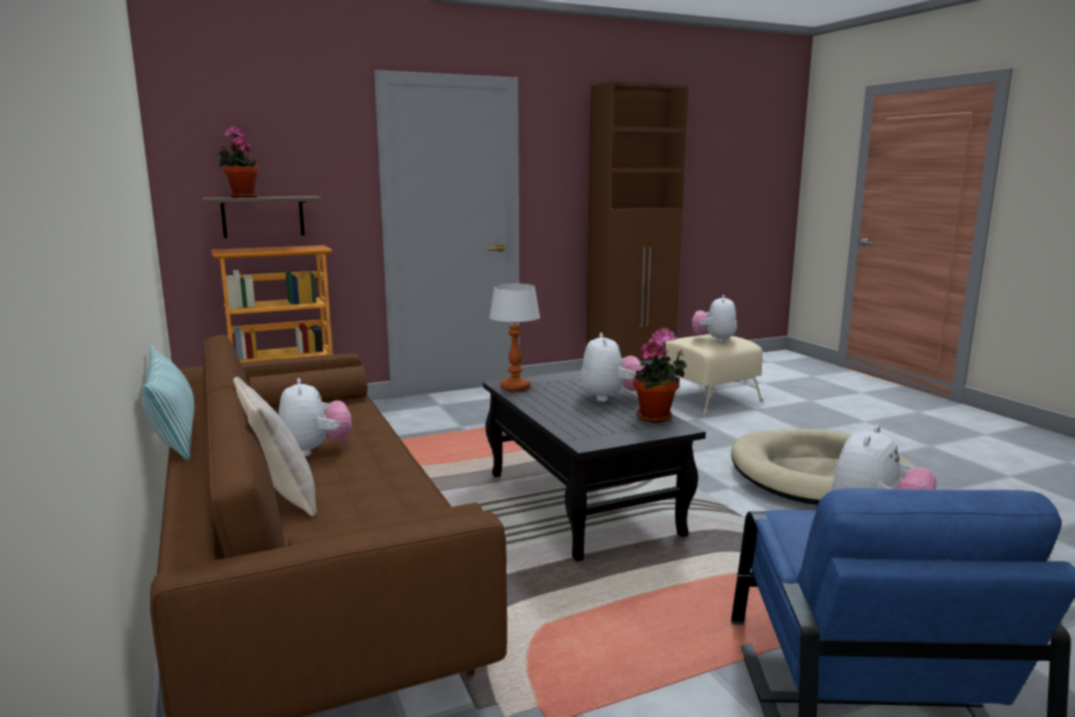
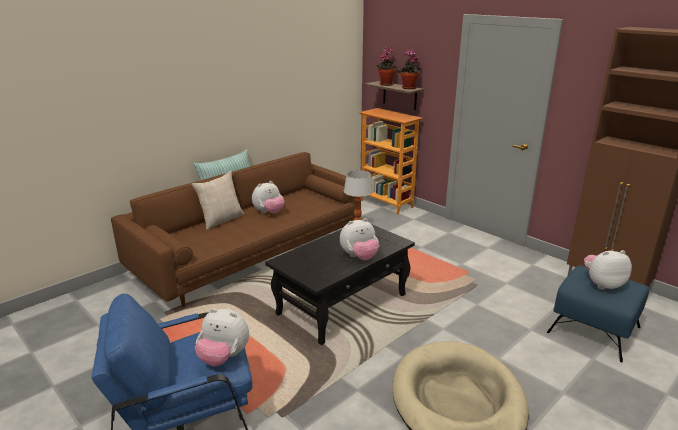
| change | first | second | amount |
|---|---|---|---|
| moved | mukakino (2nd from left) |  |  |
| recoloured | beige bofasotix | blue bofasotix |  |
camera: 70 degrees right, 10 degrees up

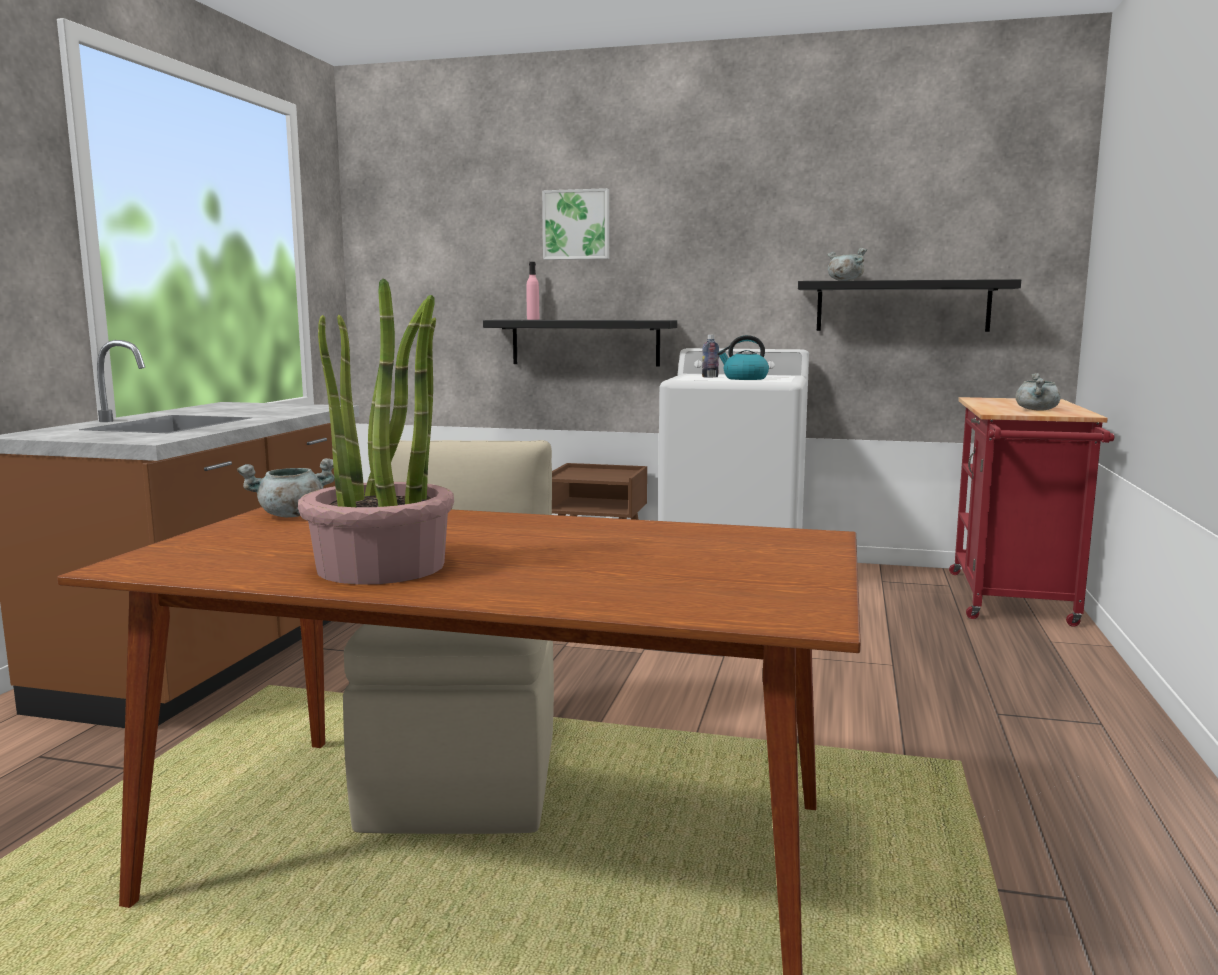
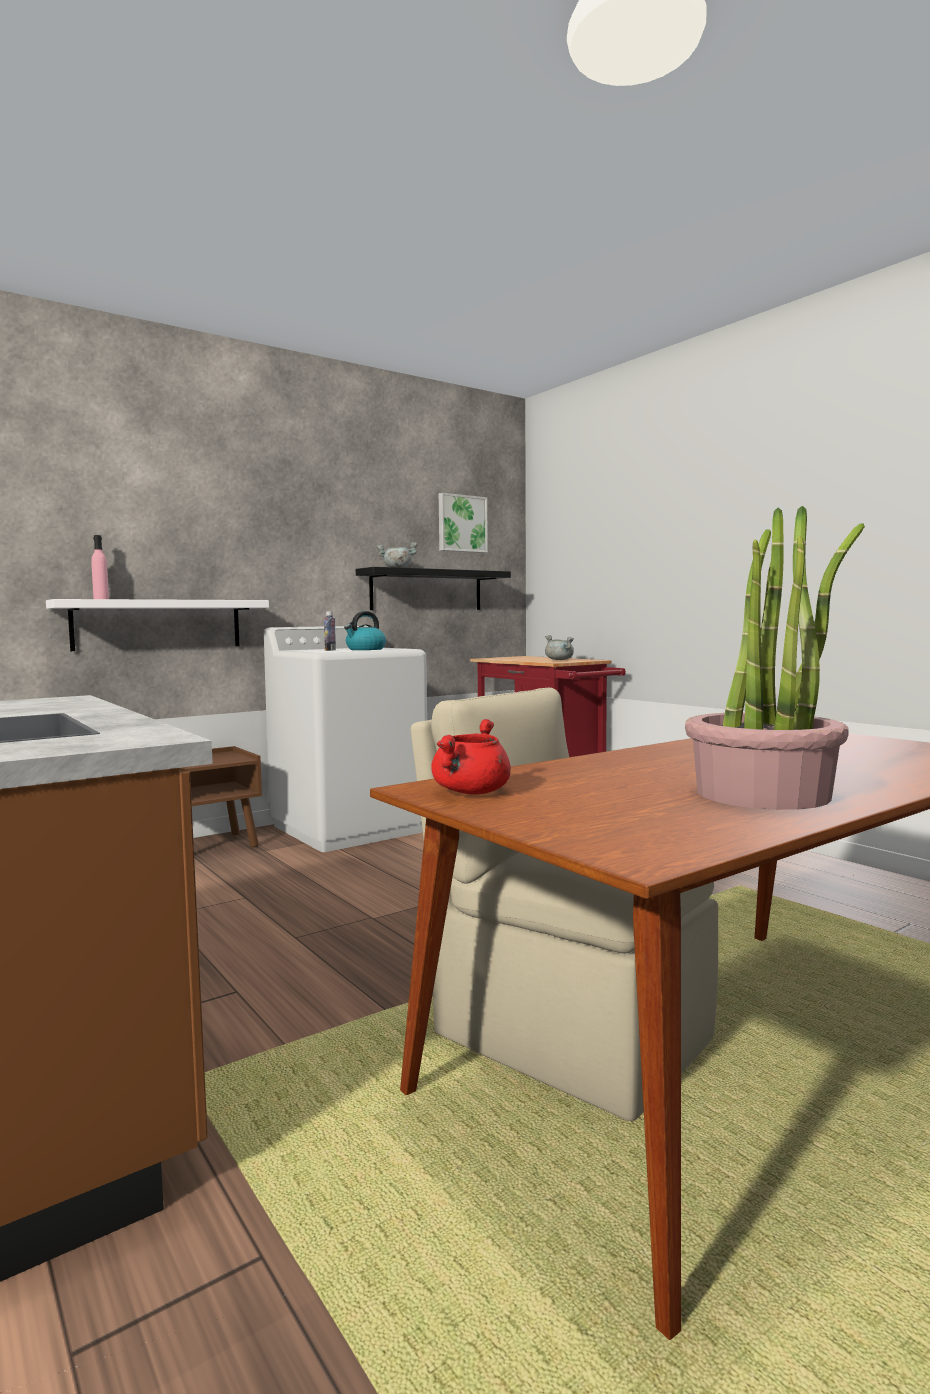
| change | first | second | amount |
|---|---|---|---|
| recoloured | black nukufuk (1st from left) | white nukufuk |  |
| recoloured | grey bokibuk (1st from left) | red bokibuk |  |
| moved | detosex |  |  |
camera: 50 degrees left, 5 degrees down

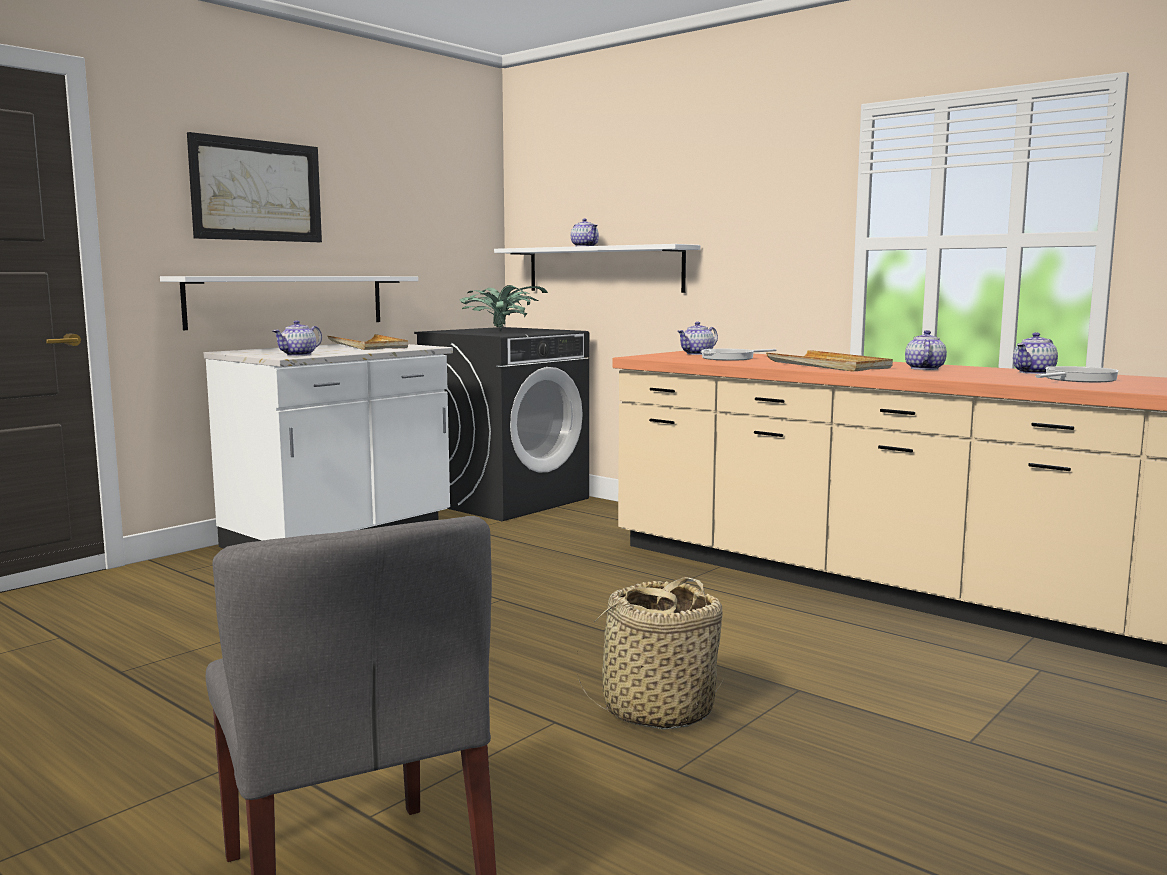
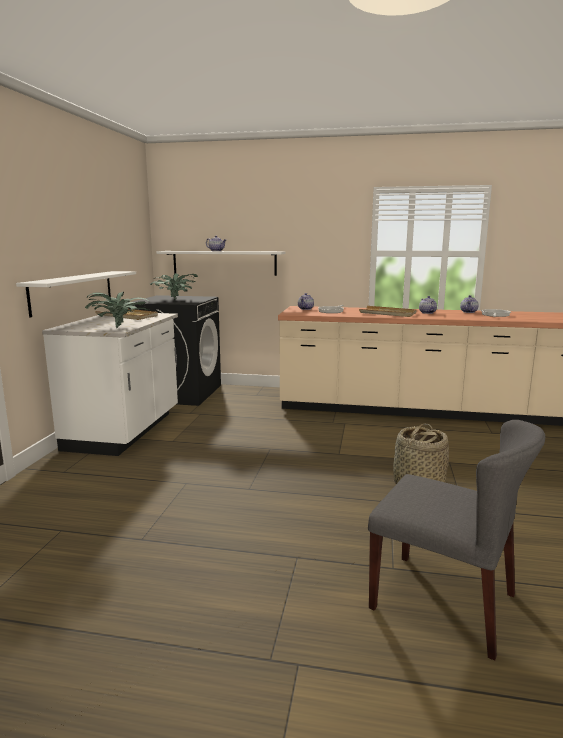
| change | first | second | amount |
|---|---|---|---|
| replaced | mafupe (1st from left) | mukakino (1st from left) |  |
| removed | detosex |  |  |
camera: 30 degrees left, 5 degrees up

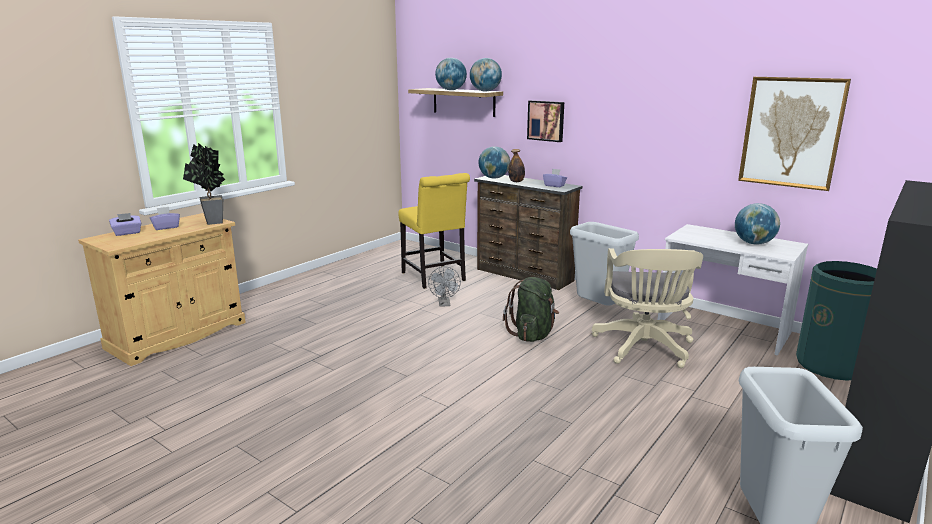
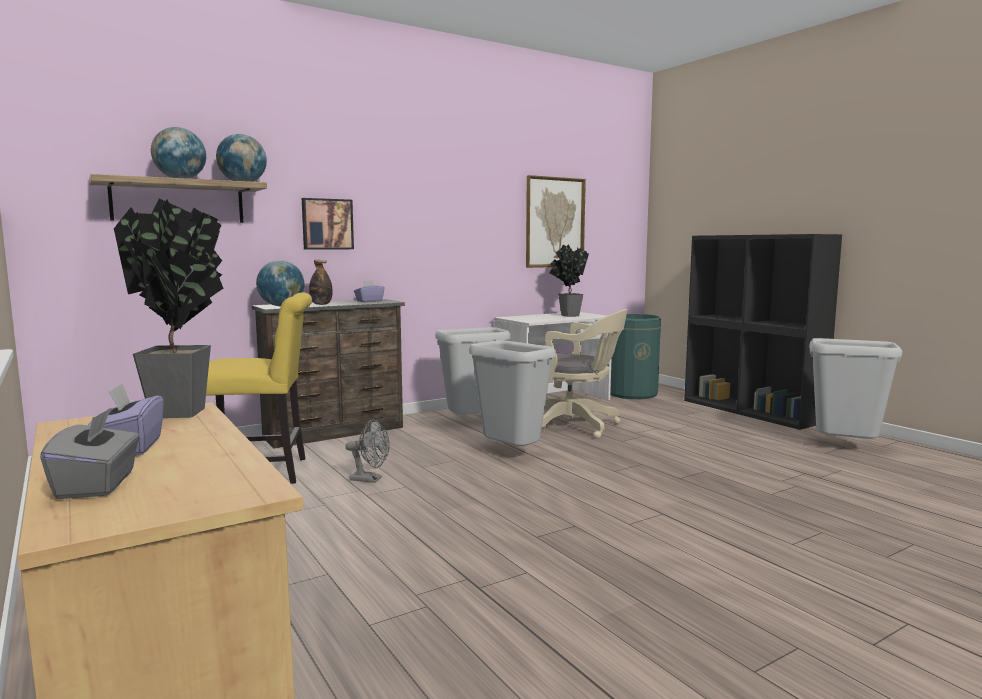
| change | first | second | amount |
|---|---|---|---|
| recoloured | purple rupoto (1st from left) | grey rupoto |  |
| replaced | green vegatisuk | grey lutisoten (2nd from left) |  |
| replaced | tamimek (4th from left) | mukakino (2nd from left) |  |
camera: 70 degrees left, 10 degrees down

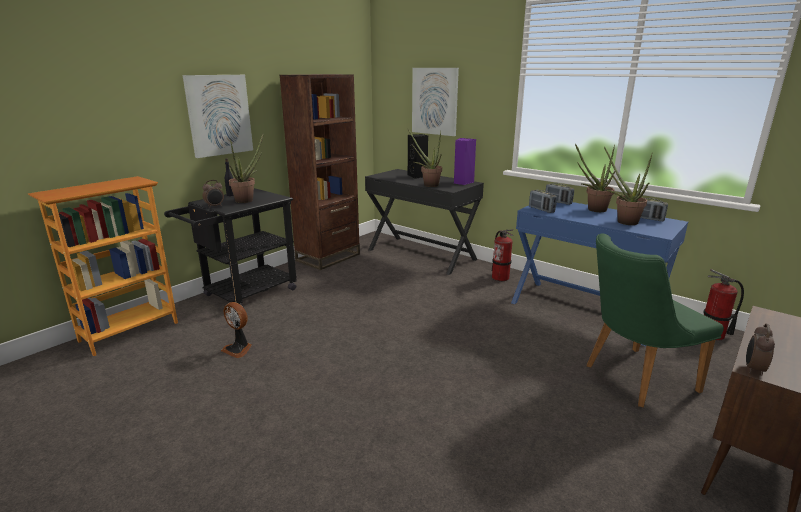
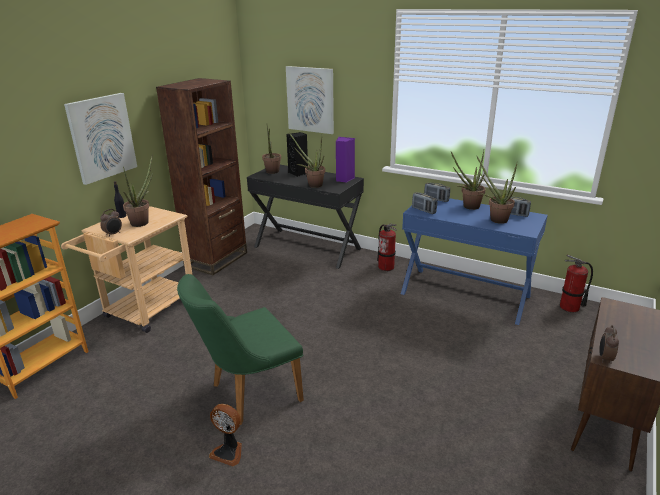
| change | first | second | amount |
|---|---|---|---|
| recoloured | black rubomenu | beige rubomenu |  |
| moved | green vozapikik |  |  |
| moved | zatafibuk |  |  |
| added |  | mukakino (2nd from left) |  |
camera: 10 degrees left, 5 degrees up

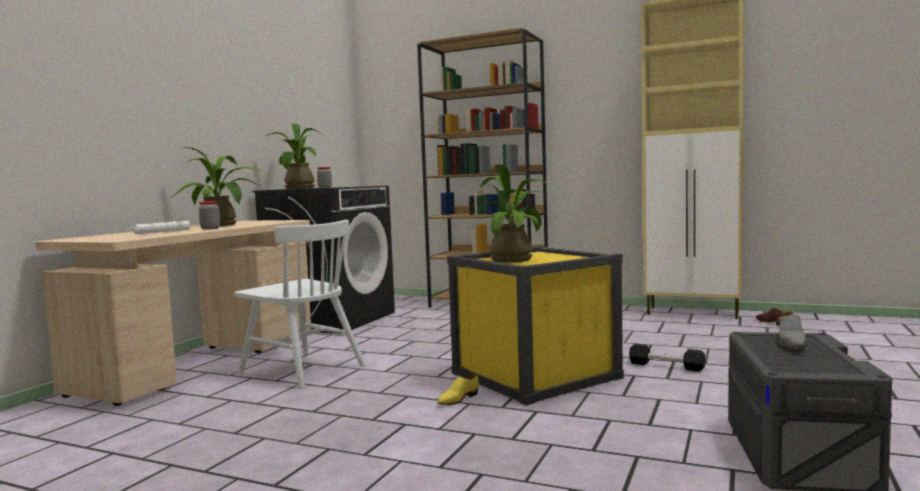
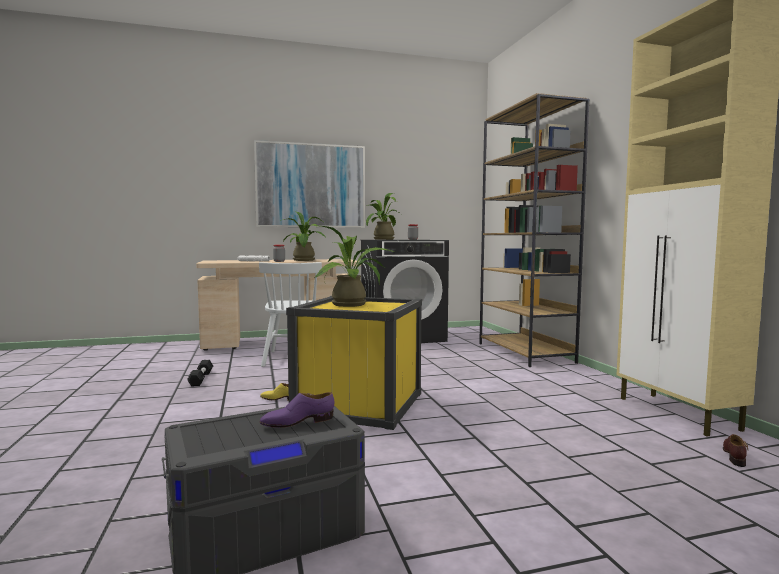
| change | first | second | amount |
|---|---|---|---|
| moved | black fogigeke |  |  |
| added |  | detosex |  |
| recoloured | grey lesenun | purple lesenun |  |
camera: 50 degrees right, 0 degrees up

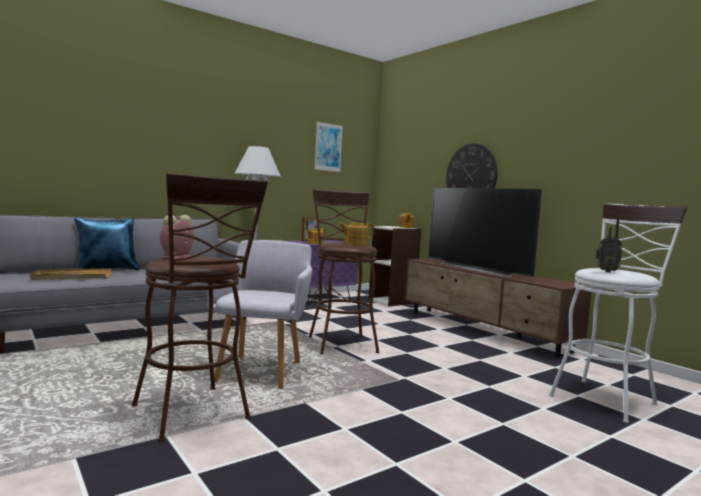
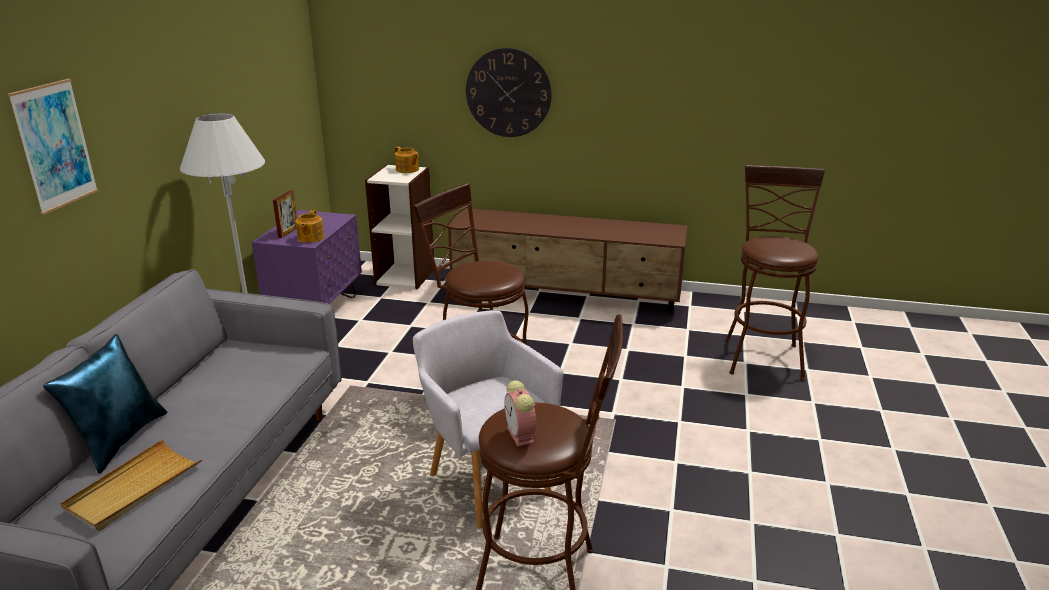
| change | first | second | amount |
|---|---|---|---|
| moved | detosex |  |  |
| recoloured | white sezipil | brown sezipil (3rd from left) |  |
| removed | mafupe (2nd from left) |  |  |
| removed | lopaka |  |  |
| removed | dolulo |  |  |
camera: 40 degrees left, 20 degrees up

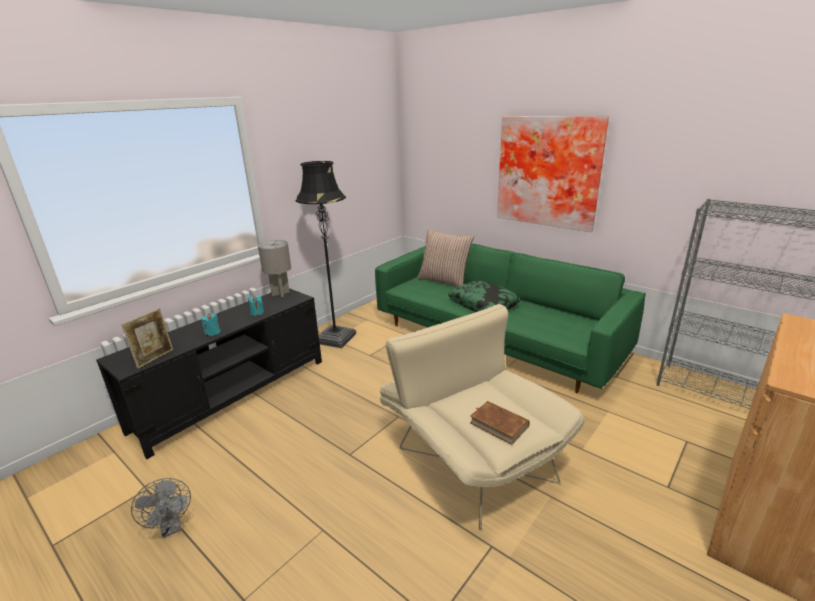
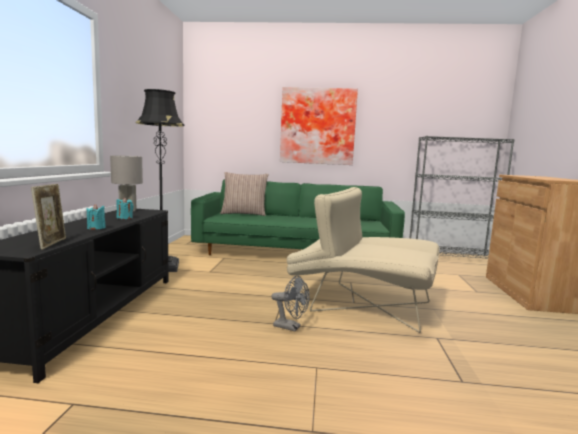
| change | first | second | amount |
|---|---|---|---|
| moved | grey zatafibuk |  |  |
| removed | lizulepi (2nd from left) |  |  |
| removed | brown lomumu |  |  |
camera: 35 degrees left, 15 degrees down

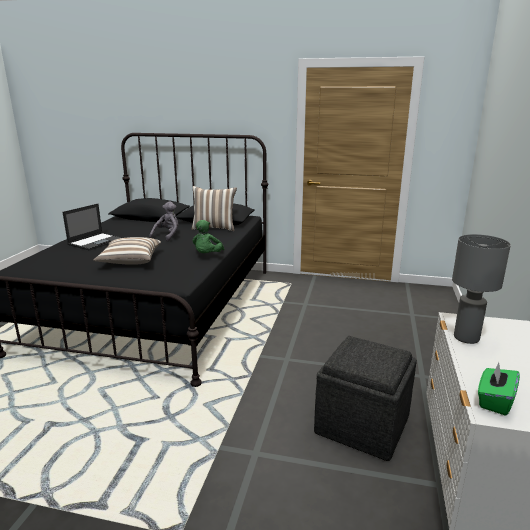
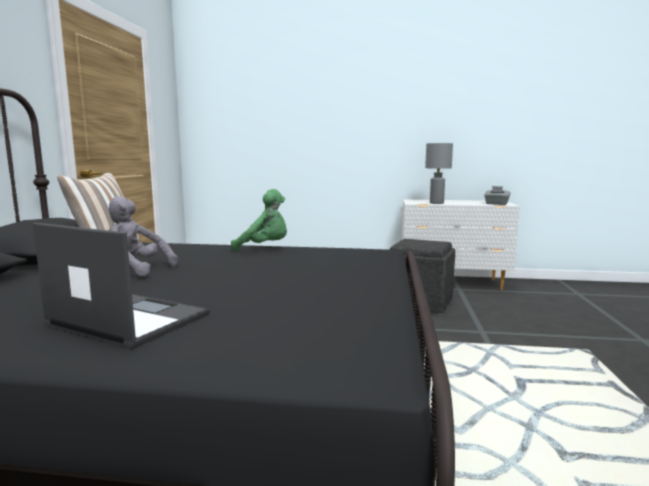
| change | first | second | amount |
|---|---|---|---|
| recoloured | green rupoto | grey rupoto |  |
| removed | lizulepi (1st from left) |  |  |
camera: 95 degrees left, 10 degrees down

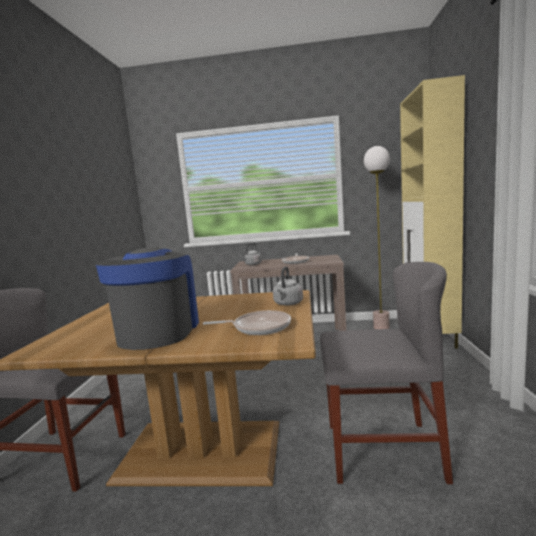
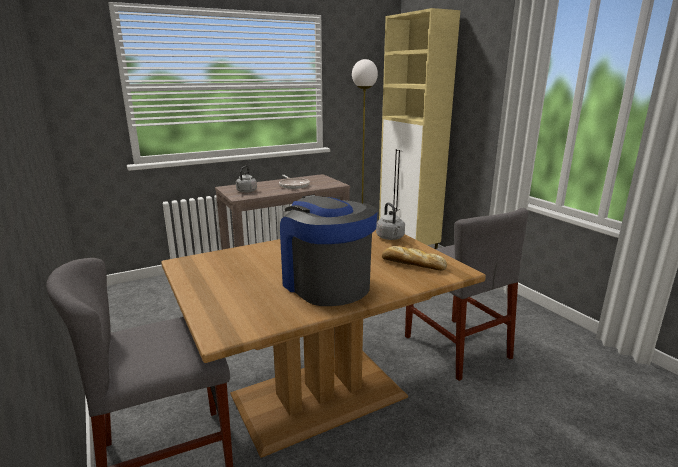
| change | first | second | amount |
|---|---|---|---|
| replaced | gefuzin (1st from left) | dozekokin |  |
| turned | grey vozapikik (2nd from left) |  | 90 degrees clockwise |
camera: 35 degrees left, 10 degrees up

